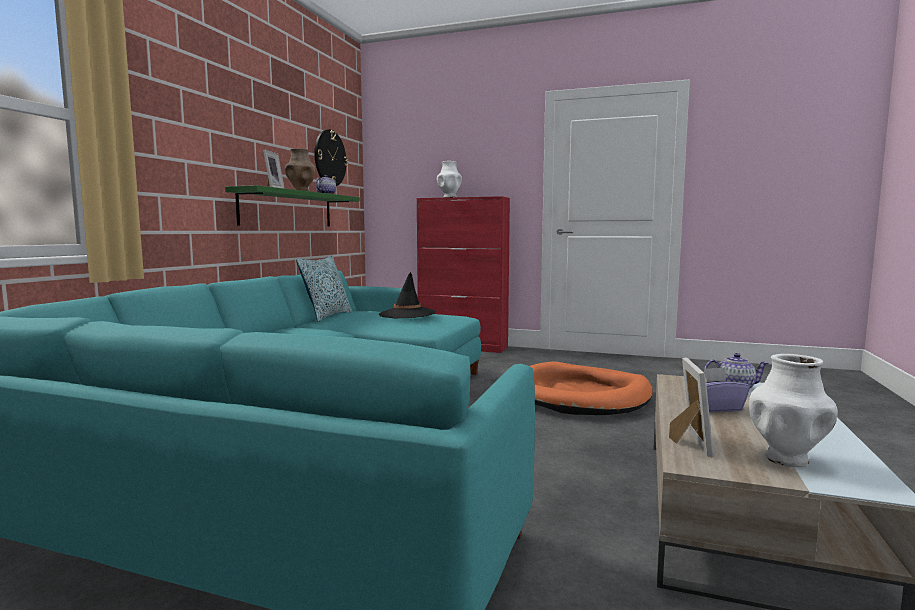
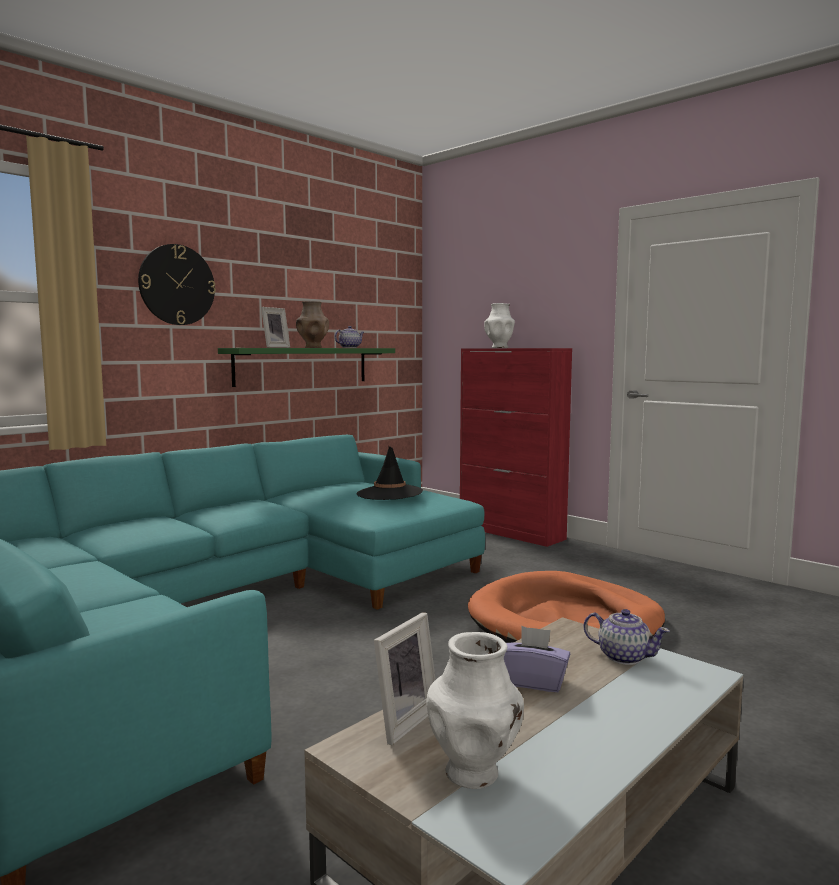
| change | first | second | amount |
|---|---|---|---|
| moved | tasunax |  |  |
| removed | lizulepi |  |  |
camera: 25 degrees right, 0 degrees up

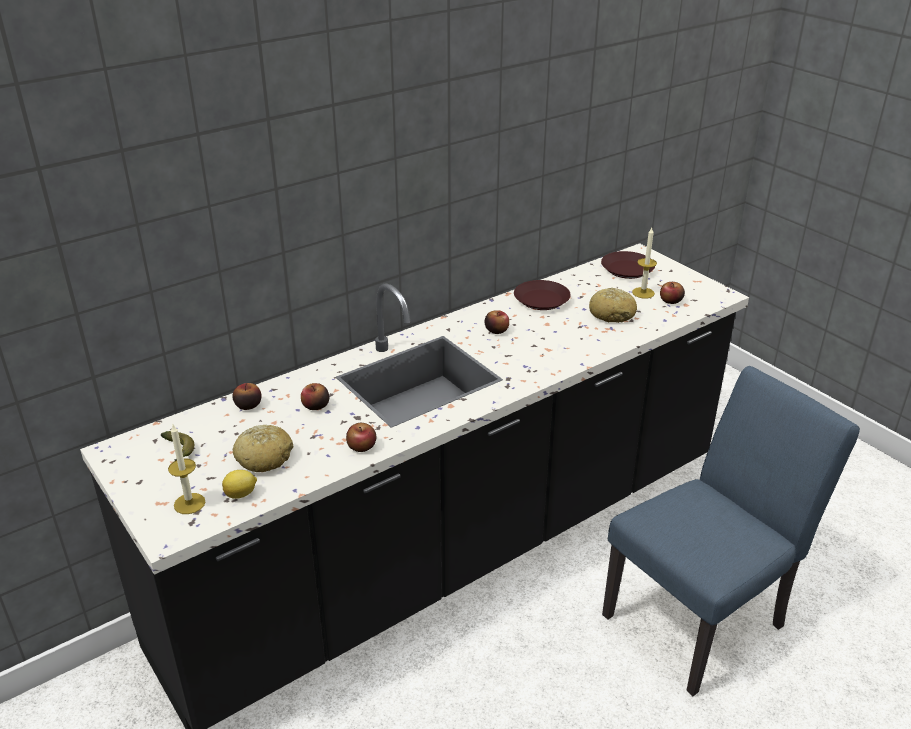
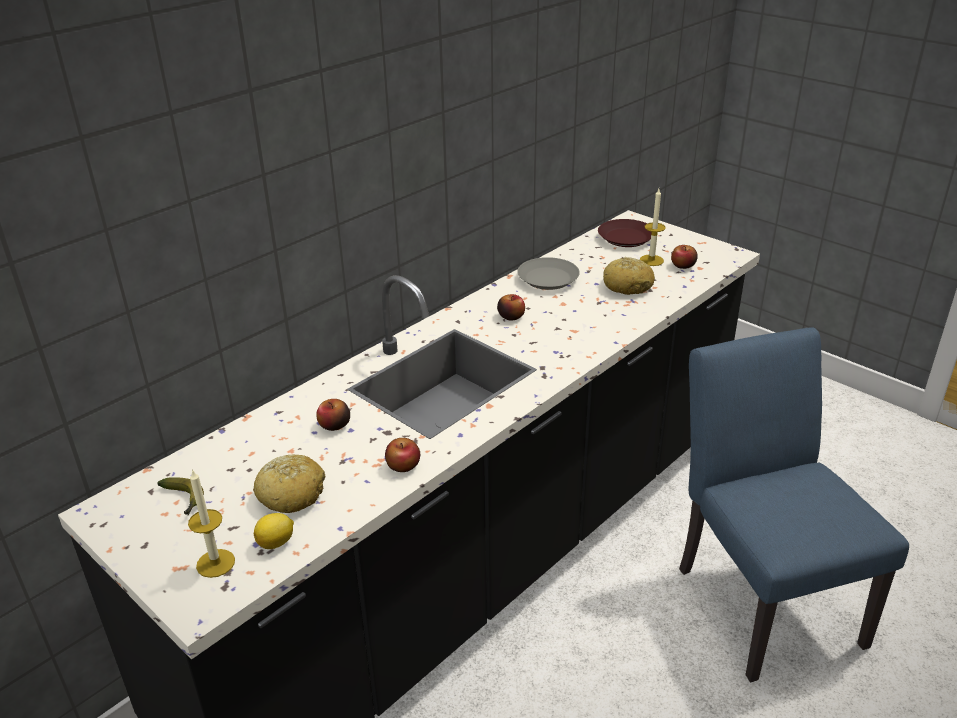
| change | first | second | amount |
|---|---|---|---|
| recoloured | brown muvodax (1st from left) | grey muvodax |  |
| turned | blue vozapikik |  | 60 degrees counterclockwise |
| removed | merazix (1st from left) |  |  |
camera: 10 degrees left, 0 degrees up

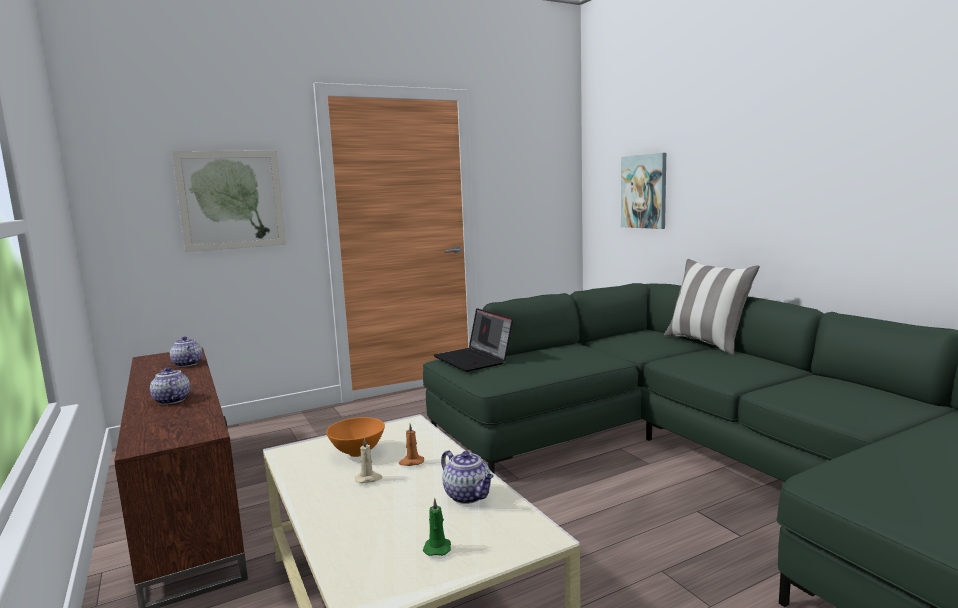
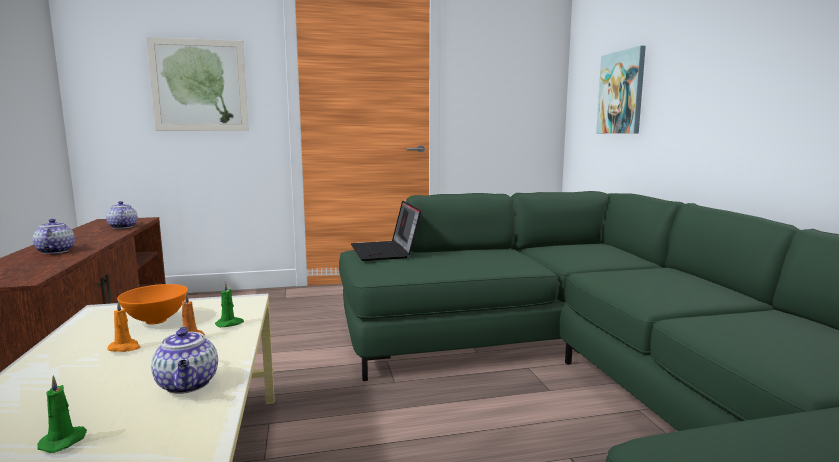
| change | first | second | amount |
|---|---|---|---|
| recoloured | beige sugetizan | orange sugetizan (1st from left) |  |
| added |  | green sugetizan (2nd from left) |  |
| removed | lizulepi |  |  |
camera: 15 degrees right, 0 degrees up

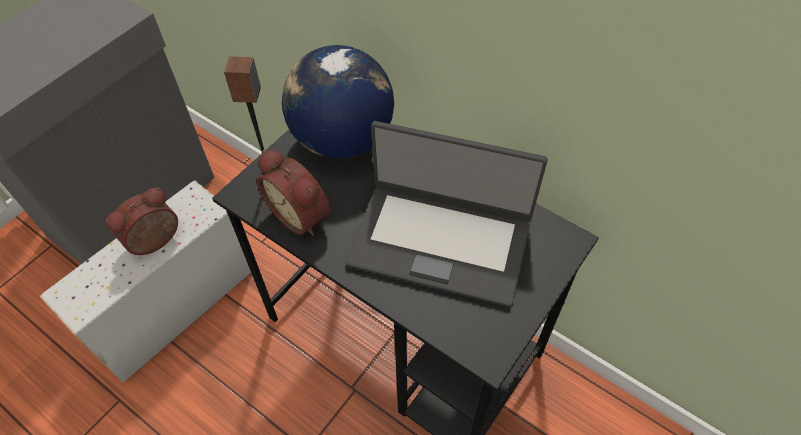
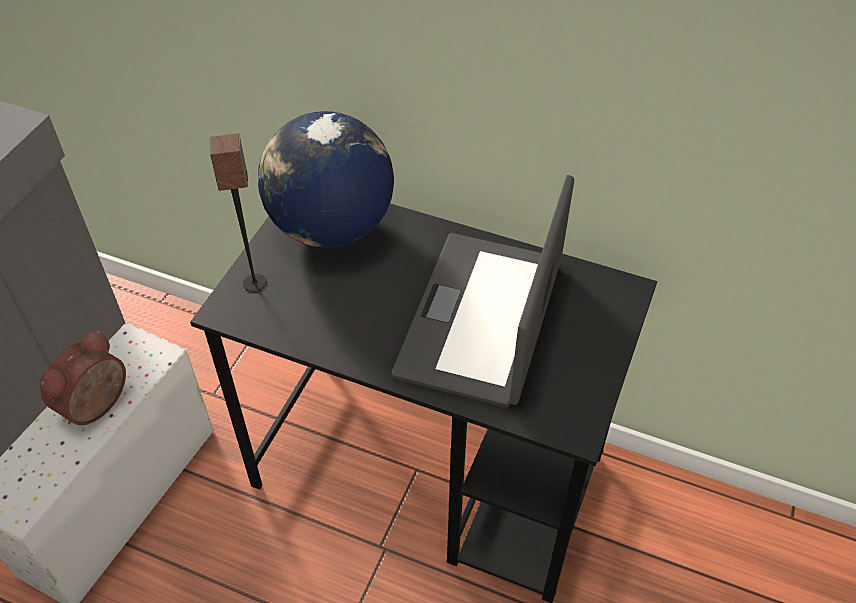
| change | first | second | amount |
|---|---|---|---|
| turned | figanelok |  | 105 degrees clockwise |
| removed | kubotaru (2nd from left) |  |  |
camera: 15 degrees left, 5 degrees down

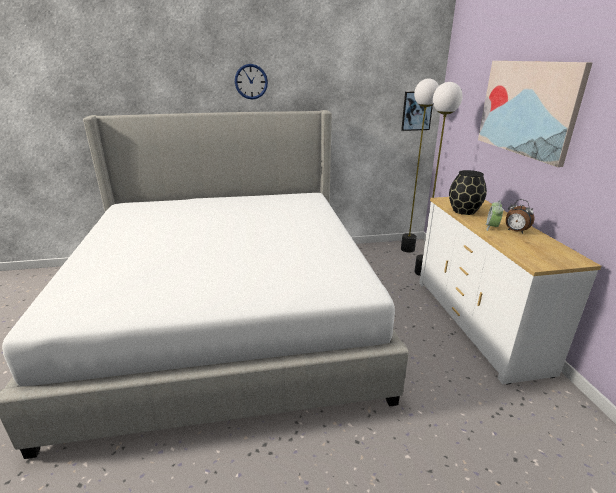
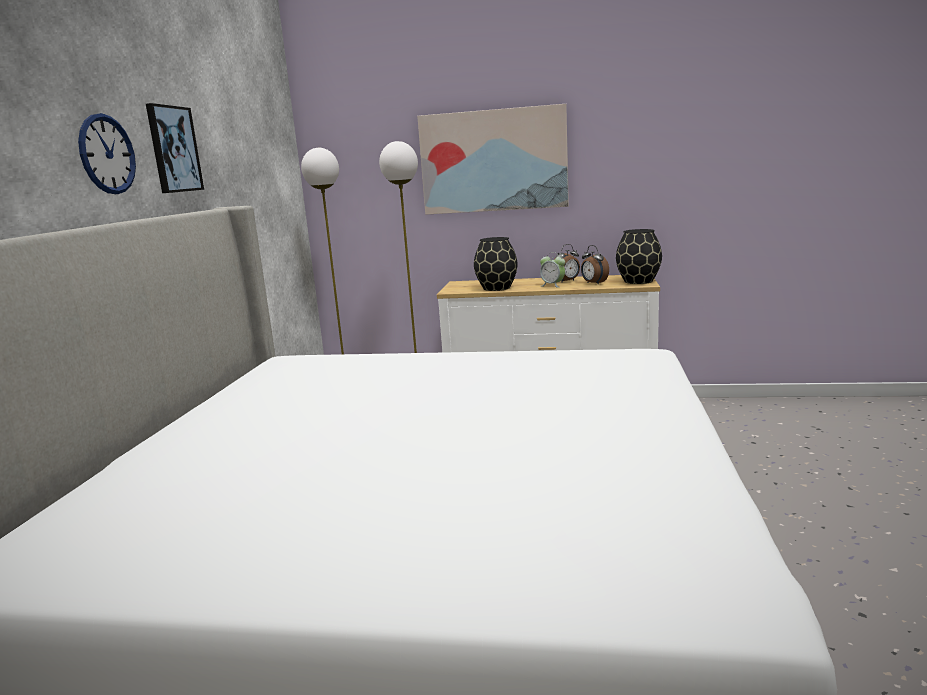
| change | first | second | amount |
|---|---|---|---|
| moved | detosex (1st from left) |  |  |
| added |  | kubotaru (3rd from left) |  |
| added |  | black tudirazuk (2nd from left) |  |
camera: 70 degrees left, 10 degrees down

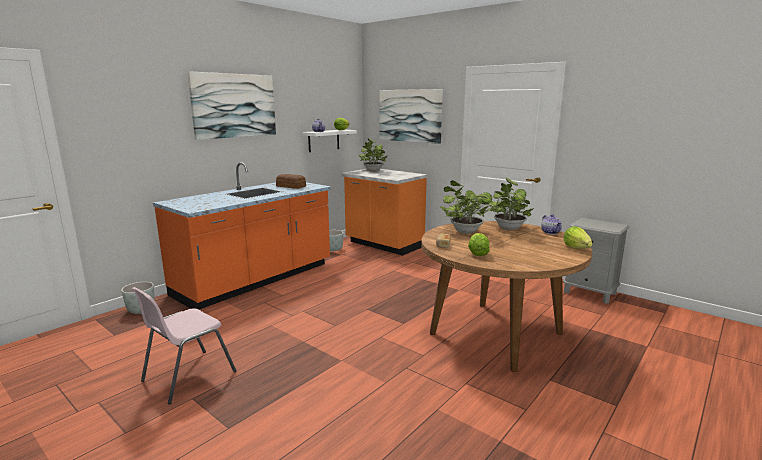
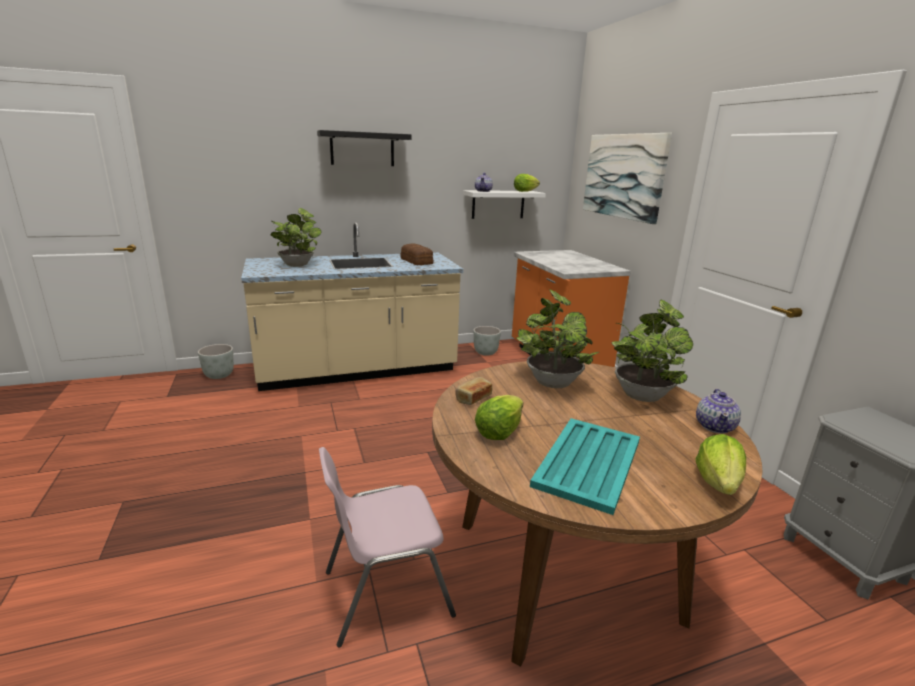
| change | first | second | amount |
|---|---|---|---|
| recoloured | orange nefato (1st from left) | beige nefato |  |
| moved | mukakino (1st from left) |  |  |
| replaced | detosex (1st from left) | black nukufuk |  |
| moved | pink vozapikik |  |  |
| added |  | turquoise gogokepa |  |
camera: 30 degrees right, 5 degrees up

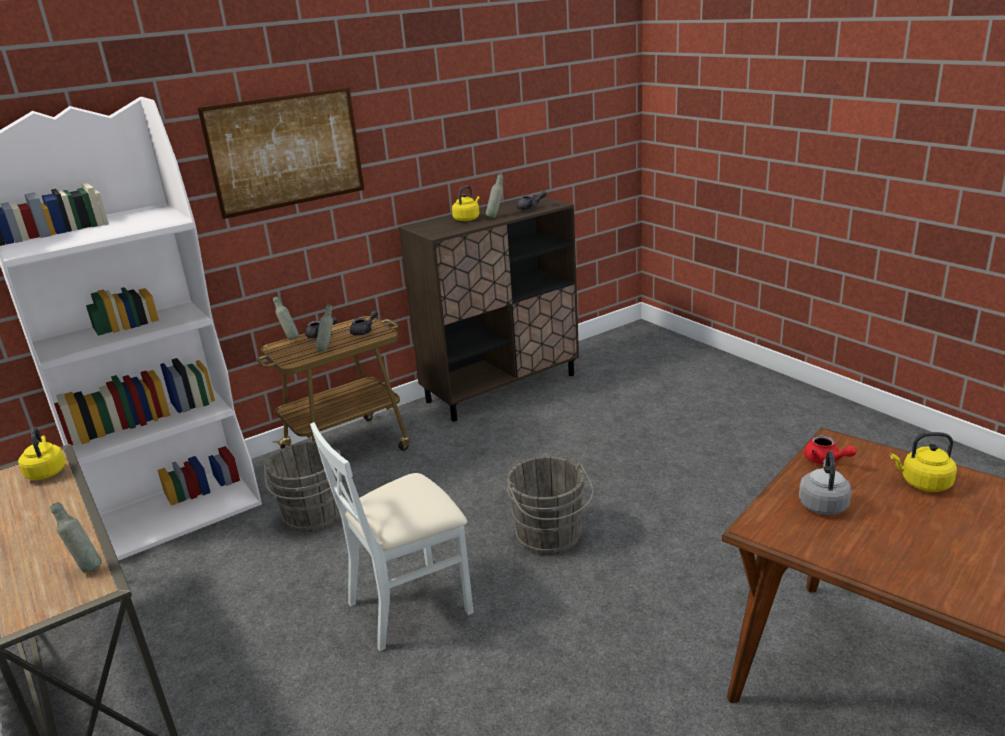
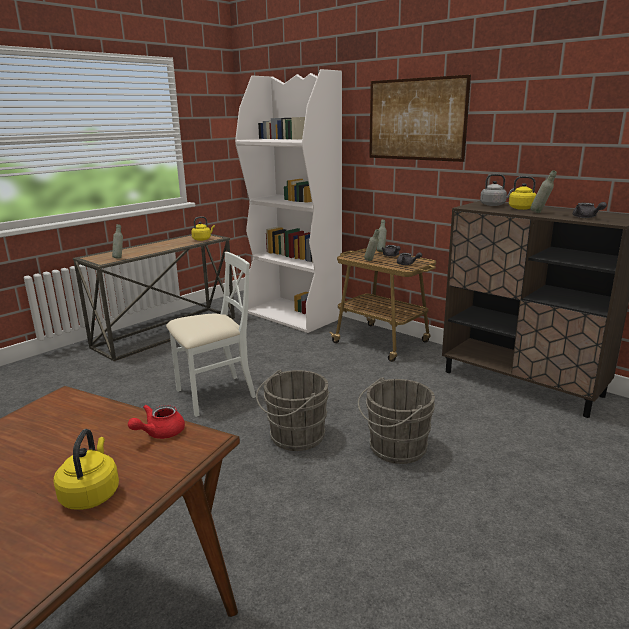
| change | first | second | amount |
|---|---|---|---|
| turned | white vozapikik |  | 105 degrees clockwise |
| moved | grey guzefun (1st from left in the first image) | grey guzefun (2nd from left) |  |
| moved | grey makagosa |  |  |
camera: 75 degrees right, 5 degrees down

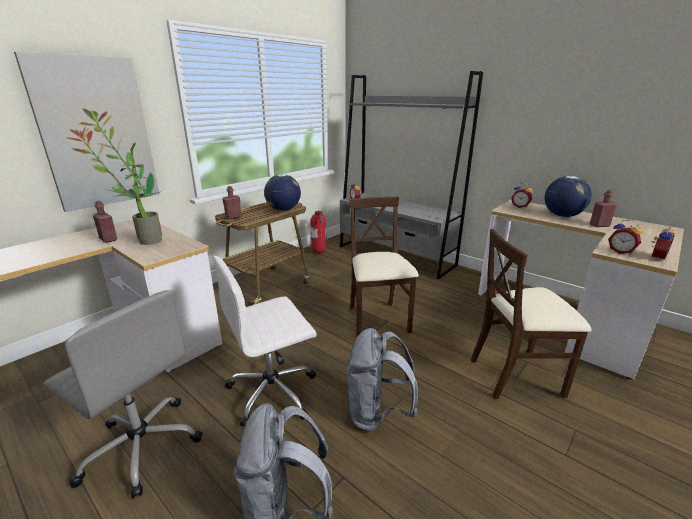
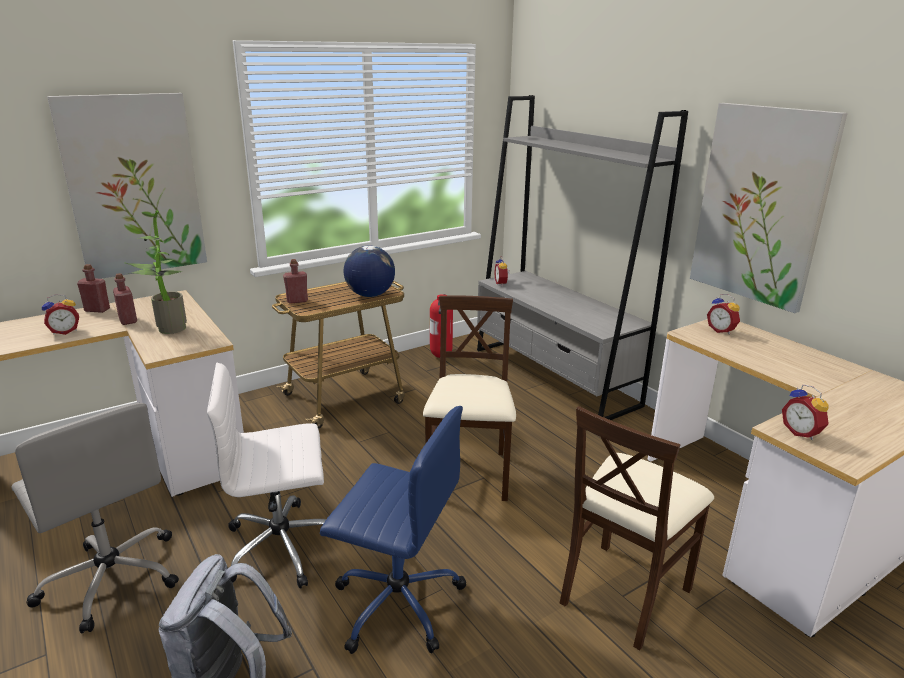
| change | first | second | amount |
|---|---|---|---|
| moved | kubotaru (4th from left in the first image) | kubotaru (1st from left) |  |
| moved | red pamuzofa (3rd from left in the first image) | red pamuzofa (1st from left) |  |
| replaced | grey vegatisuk (2nd from left) | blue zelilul |  |
| turned | beige vozapikik (2nd from left) |  | 60 degrees counterclockwise |
| added |  | detosex (2nd from left) |  |
| removed | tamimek (2nd from left) |  |  |
camera: 15 degrees right, 0 degrees up

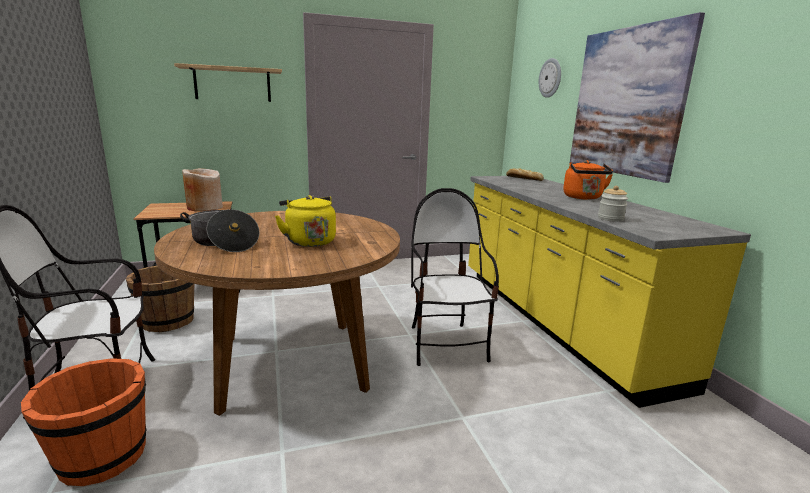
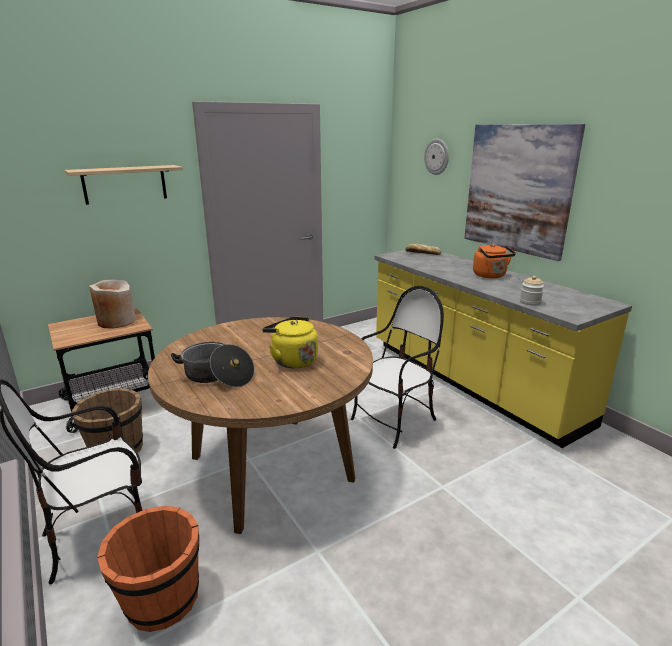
| change | first | second | amount |
|---|---|---|---|
| turned | vozapikik (2nd from left) |  | 75 degrees clockwise |
camera: 15 degrees left, 5 degrees up

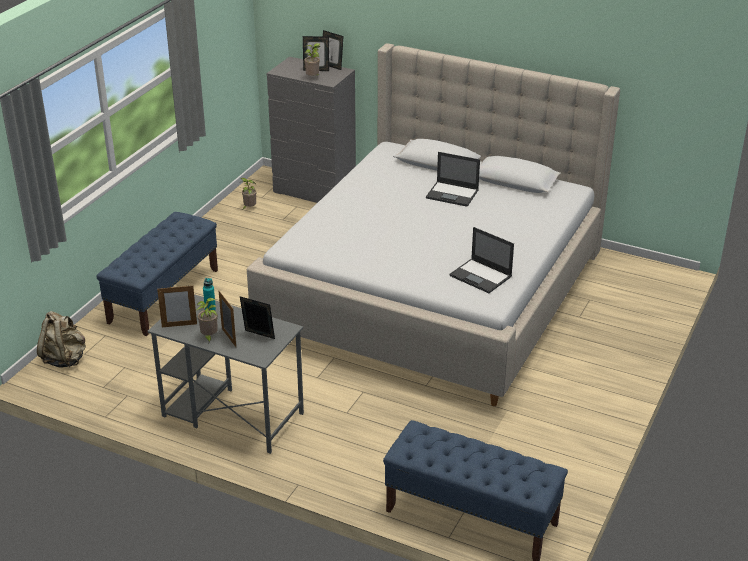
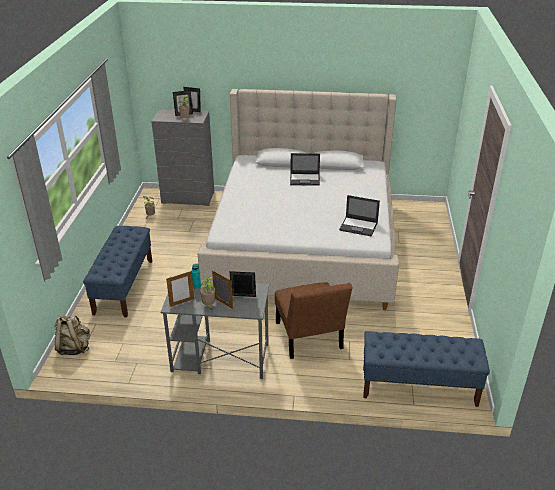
| change | first | second | amount |
|---|---|---|---|
| added |  | brown vozapikik |  |
camera: 20 degrees left, 0 degrees up

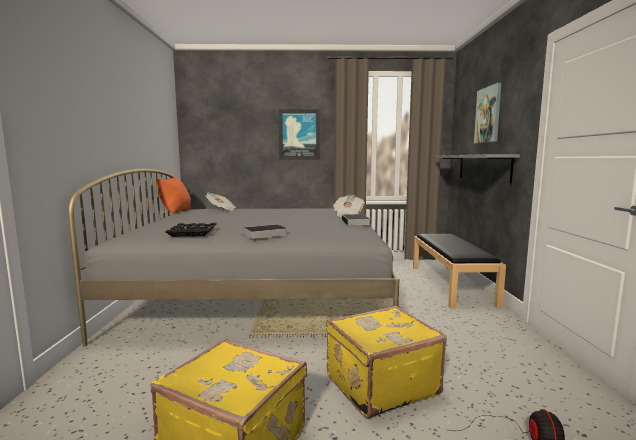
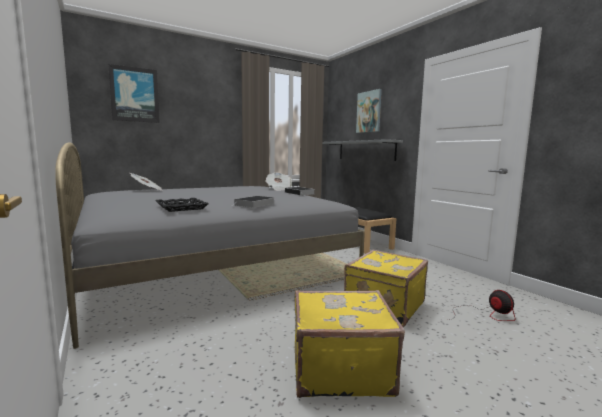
| change | first | second | amount |
|---|---|---|---|
| moved | detosex (1st from left) |  |  |
| removed | orange lizulepi |  |  |
camera: 30 degrees left, 0 degrees up

